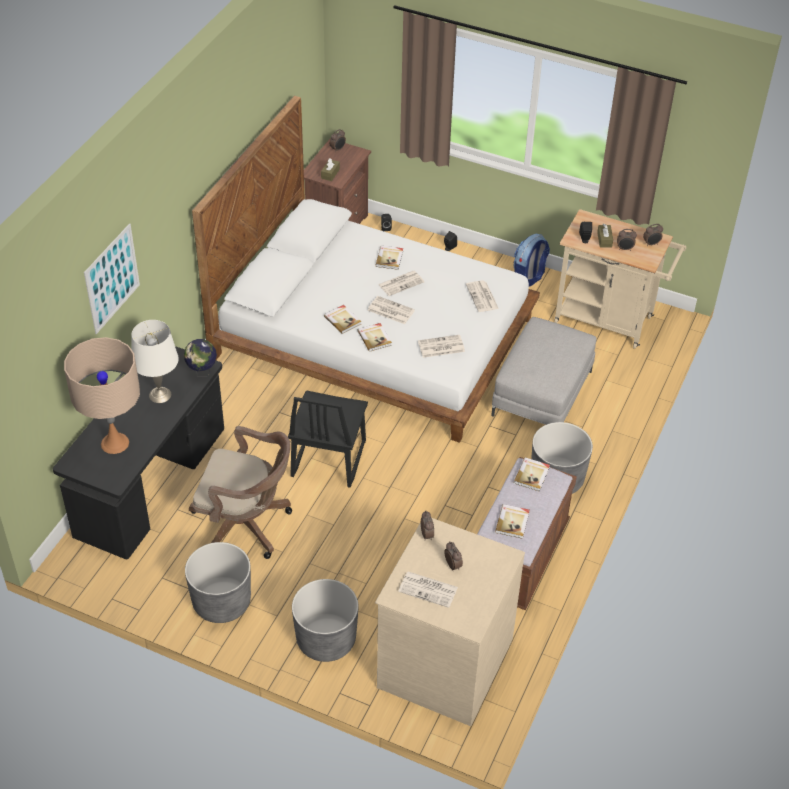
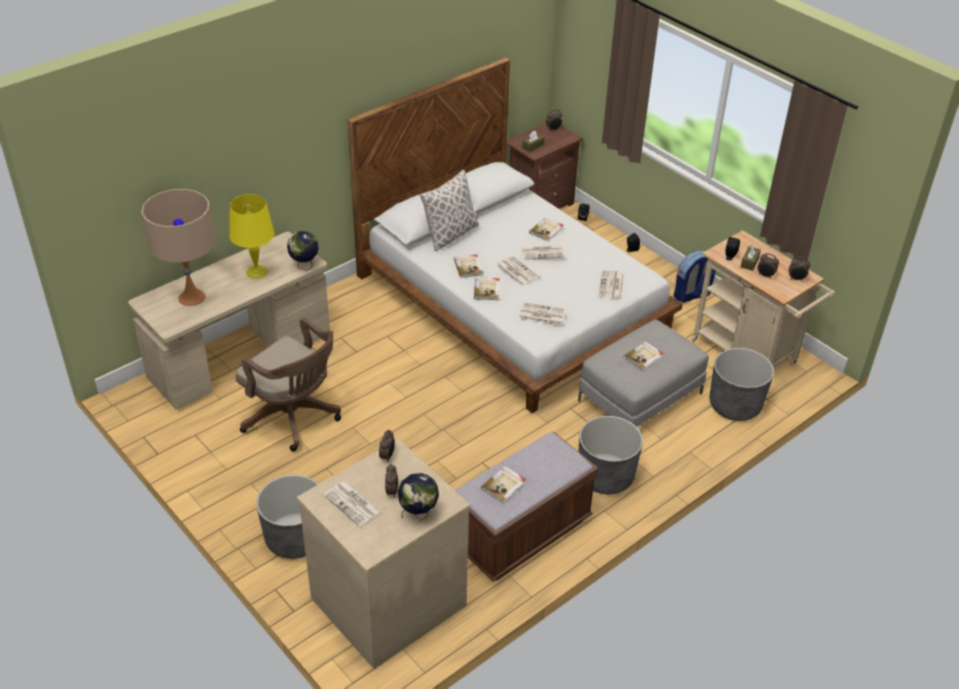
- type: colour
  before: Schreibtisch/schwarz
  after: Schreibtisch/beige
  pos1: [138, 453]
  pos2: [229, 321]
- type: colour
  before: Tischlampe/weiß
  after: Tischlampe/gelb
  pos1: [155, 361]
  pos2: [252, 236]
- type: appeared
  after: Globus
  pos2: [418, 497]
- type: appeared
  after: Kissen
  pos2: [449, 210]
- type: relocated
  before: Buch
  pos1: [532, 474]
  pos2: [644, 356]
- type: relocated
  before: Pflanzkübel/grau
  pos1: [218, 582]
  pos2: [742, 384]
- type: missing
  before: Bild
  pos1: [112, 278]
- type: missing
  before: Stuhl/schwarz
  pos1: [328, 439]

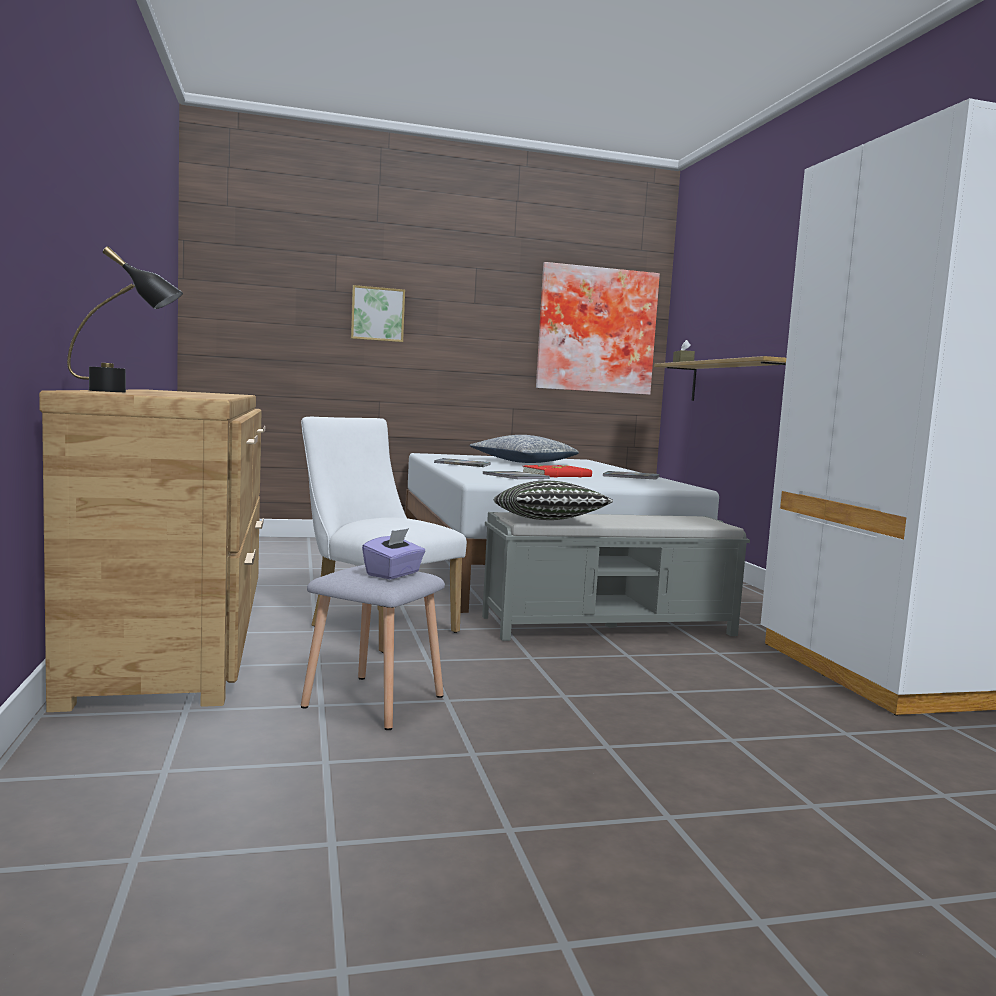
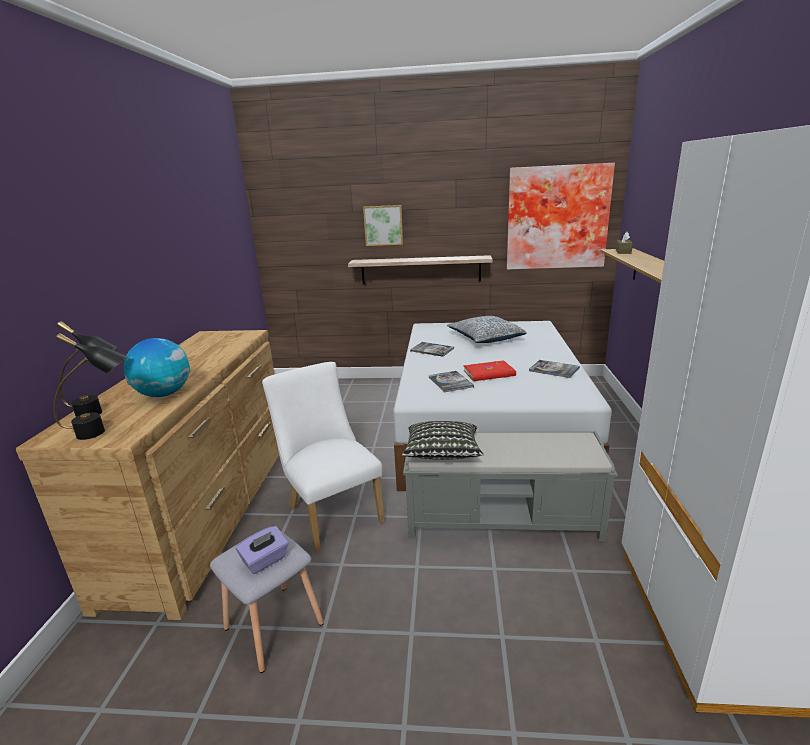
- type: appeared
  after: Tischlampe/schwarz
  pos2: [90, 386]
- type: appeared
  after: Globus
  pos2: [157, 367]
- type: appeared
  after: Wandregal
  pos2: [420, 270]

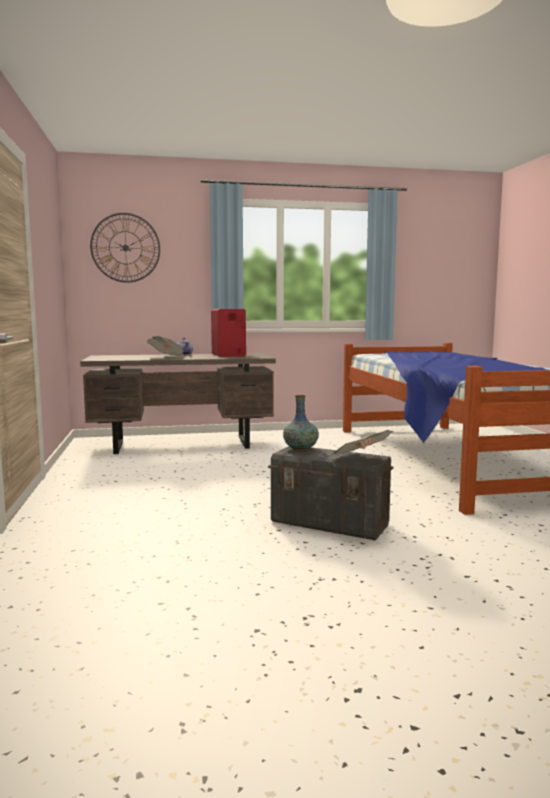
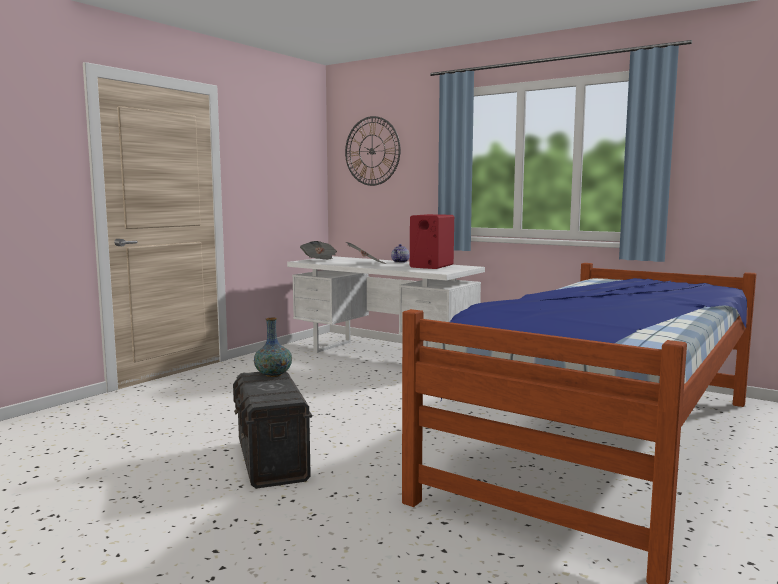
- type: colour
  before: Schreibtisch/braun
  after: Schreibtisch/weiß
  pos1: [178, 403]
  pos2: [386, 304]
- type: relocated
  before: Zeitung
  pos1: [362, 442]
  pos2: [318, 250]

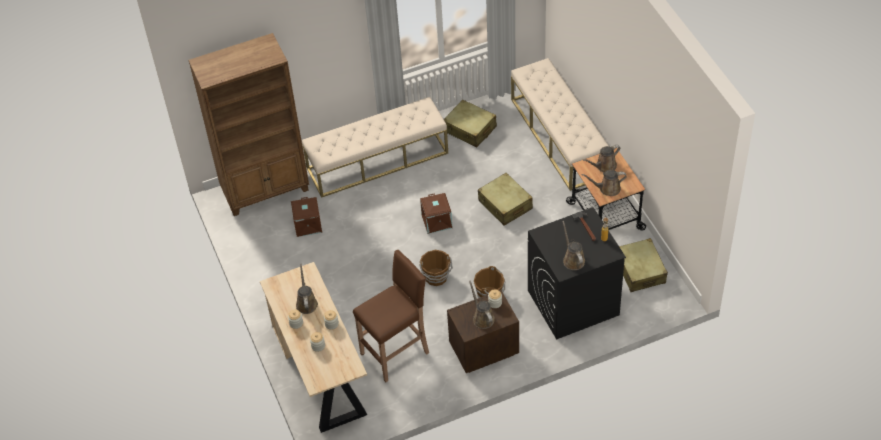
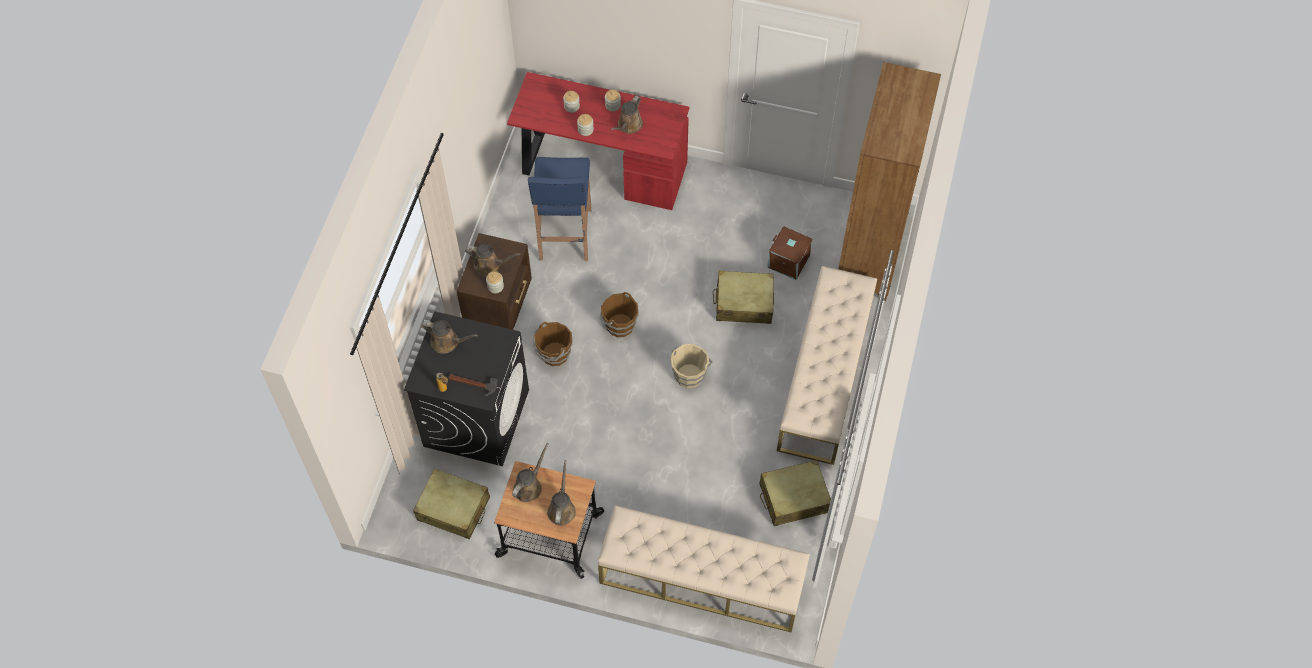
- type: colour
  before: Schreibtisch/beige
  after: Schreibtisch/rot
  pos1: [313, 347]
  pos2: [598, 141]
- type: colour
  before: Hocker/braun
  after: Hocker/blau
  pos1: [391, 316]
  pos2: [559, 209]
- type: spun
  before: Gießkanne/braun
  pos1: [307, 288]
  pos2: [627, 115]
  turn: 90
- type: exchanged
  before: Aufbewahrungsbox/braun
  after: Eimer/beige
  pos1: [436, 213]
  pos2: [691, 366]
- type: relocated
  before: Koffer/beige
  pos1: [505, 199]
  pos2: [743, 297]

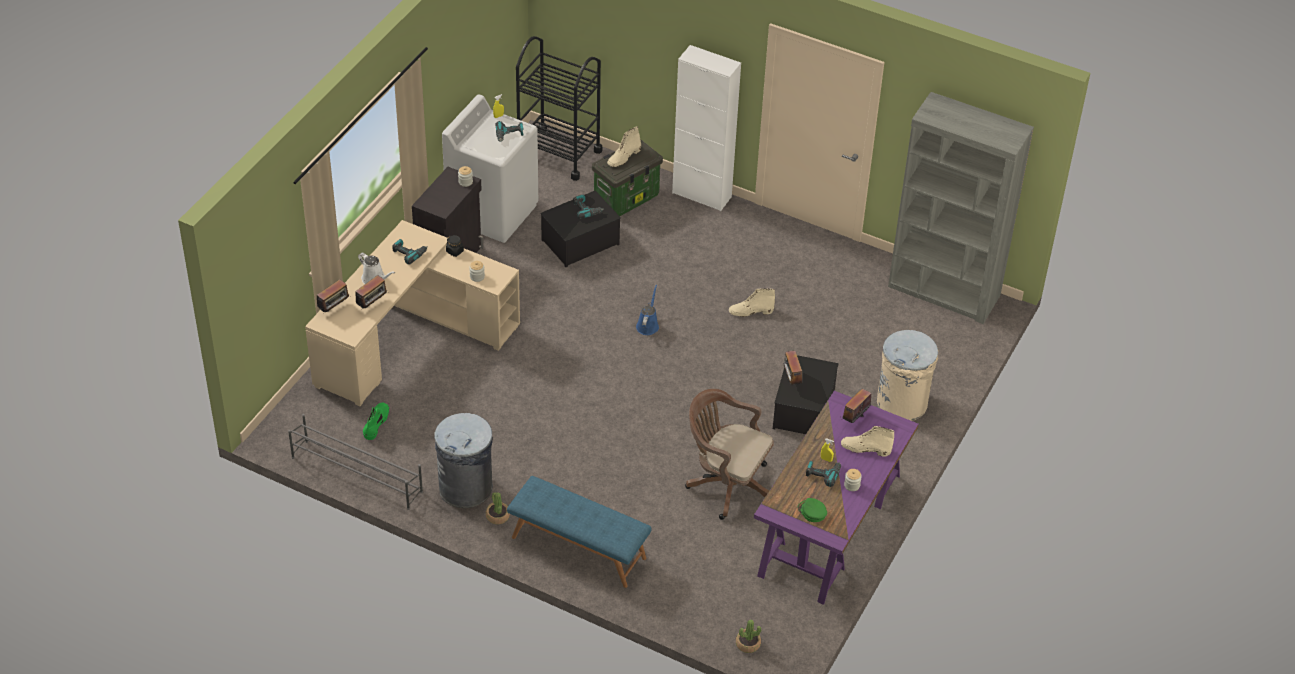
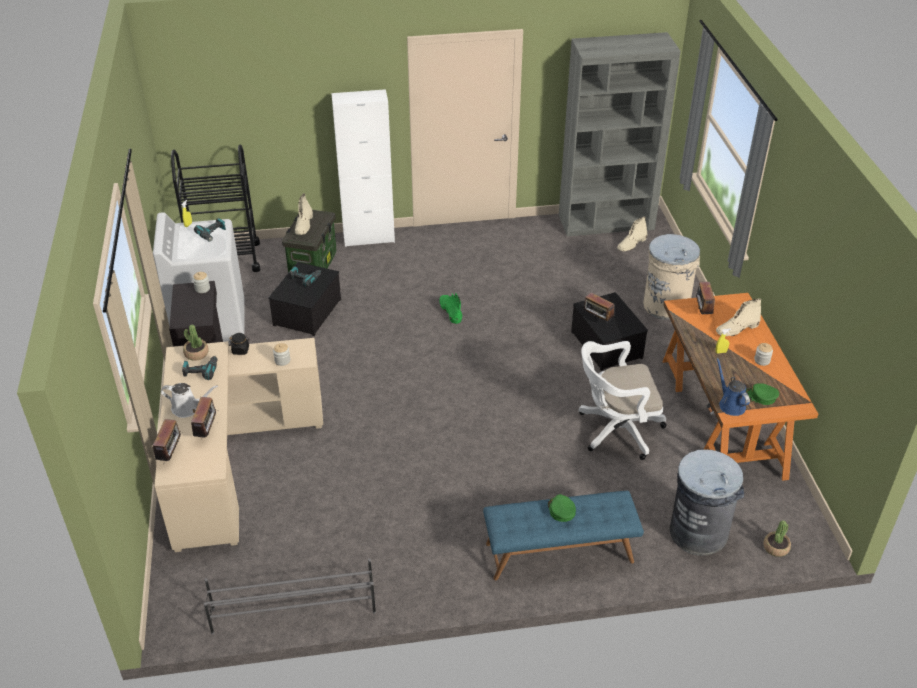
- type: relocated
  before: Topfpflanze
  pos1: [498, 508]
  pos2: [196, 343]
- type: relocated
  before: Stiefel/grün
  pos1: [376, 421]
  pos2: [450, 308]
- type: appeared
  after: Kappe/grün
  pos2: [562, 508]
- type: colour
  before: Bürostuhl/braun
  after: Bürostuhl/weiß
  pos1: [729, 454]
  pos2: [622, 400]
- type: relocated
  before: Stiefel/beige
  pos1: [752, 302]
  pos2: [632, 234]
- type: colour
  before: Schreibtisch/lila
  after: Schreibtisch/orange
  pos1: [836, 498]
  pos2: [740, 387]
- type: relocated
  before: Mülleimer/grau
  pos1: [463, 460]
  pos2: [707, 502]
- type: relocated
  before: Gießkanne/blau
  pos1: [647, 310]
  pos2: [733, 387]
- type: missing
  before: Bohrmaschine
  pos1: [823, 474]

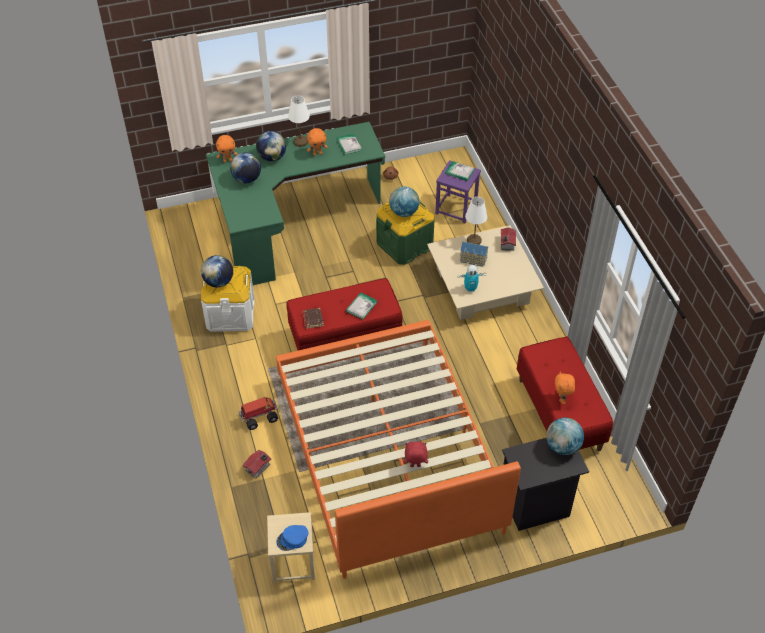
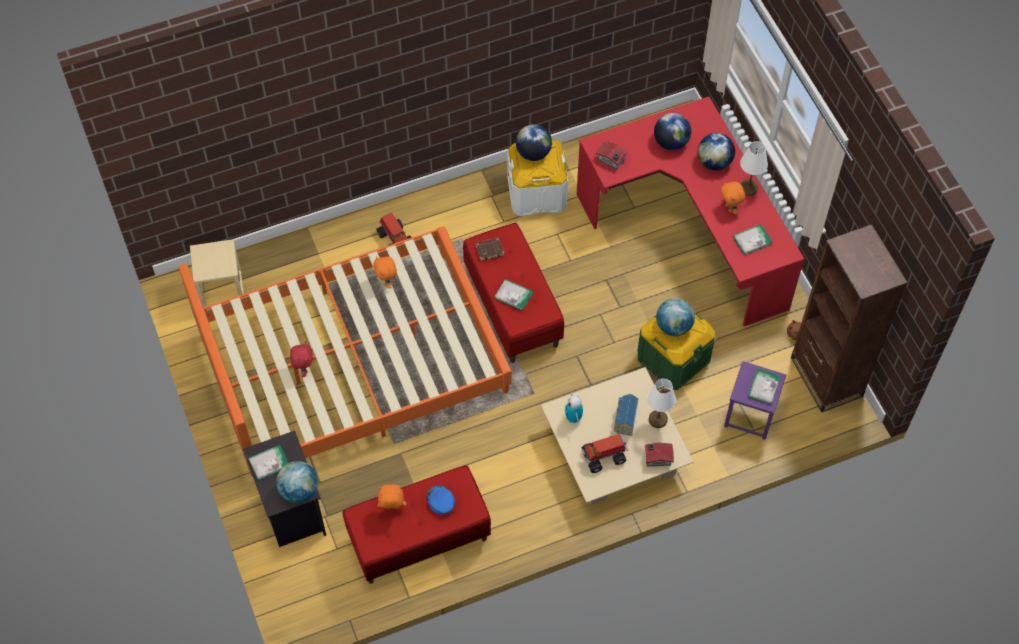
- type: appeared
  after: Buch
  pos2: [268, 462]
- type: relocated
  before: Plüschtier/orange
  pos1: [227, 148]
  pos2: [385, 272]
- type: relocated
  before: Kappe/blau
  pos1: [292, 538]
  pos2: [440, 500]
- type: colour
  before: Schreibtisch/grün
  after: Schreibtisch/rot
  pos1: [295, 203]
  pos2: [690, 211]
- type: appeared
  after: Spielzeuglaster
  pos2: [604, 453]
- type: relocated
  before: Spielzeughaus
  pos1: [256, 464]
  pos2: [612, 155]
- type: appeared
  after: Bücherregal/braun
  pos2: [849, 318]

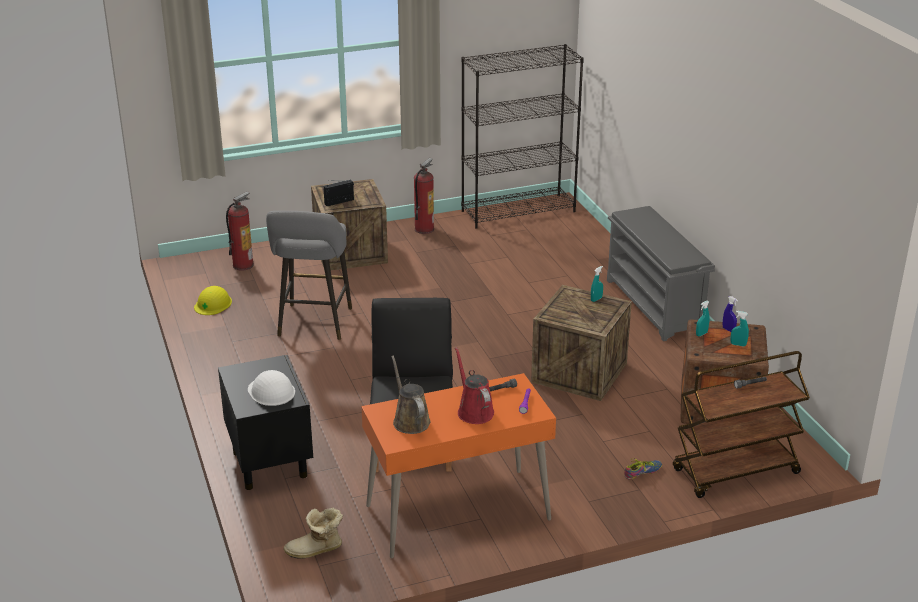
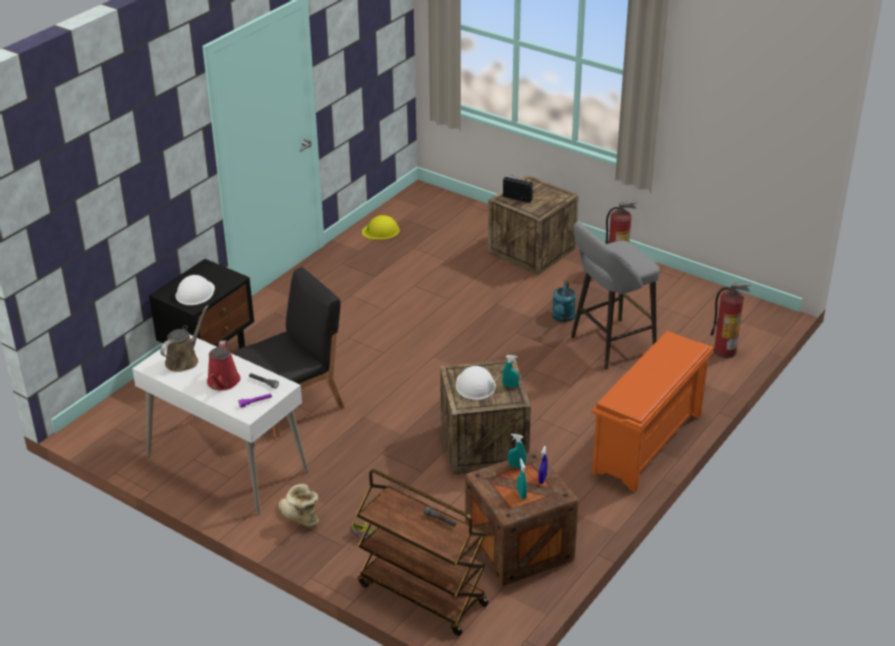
- type: colour
  before: Schreibtisch/orange
  after: Schreibtisch/weiß
  pos1: [458, 465]
  pos2: [220, 424]
- type: spun
  before: Gießkanne/rot
  pos1: [474, 385]
  pos2: [223, 366]
  turn: 150
- type: relocated
  before: Stiefel
  pos1: [313, 533]
  pos2: [298, 506]
- type: appeared
  after: Schutzhelm/weiß
  pos2: [476, 383]
- type: appeared
  after: Gießkanne/türkis
  pos2: [564, 301]
- type: relocated
  before: Hocker/grau
  pos1: [309, 275]
  pos2: [615, 295]
- type: colour
  before: Schuhregal/grau
  after: Schuhregal/orange
  pos1: [661, 273]
  pos2: [652, 411]
- type: relocated
  before: Feuerlöscher
  pos1: [240, 231]
  pos2: [730, 320]
- type: missing
  before: Bücherregal/schwarz
  pos1: [522, 136]

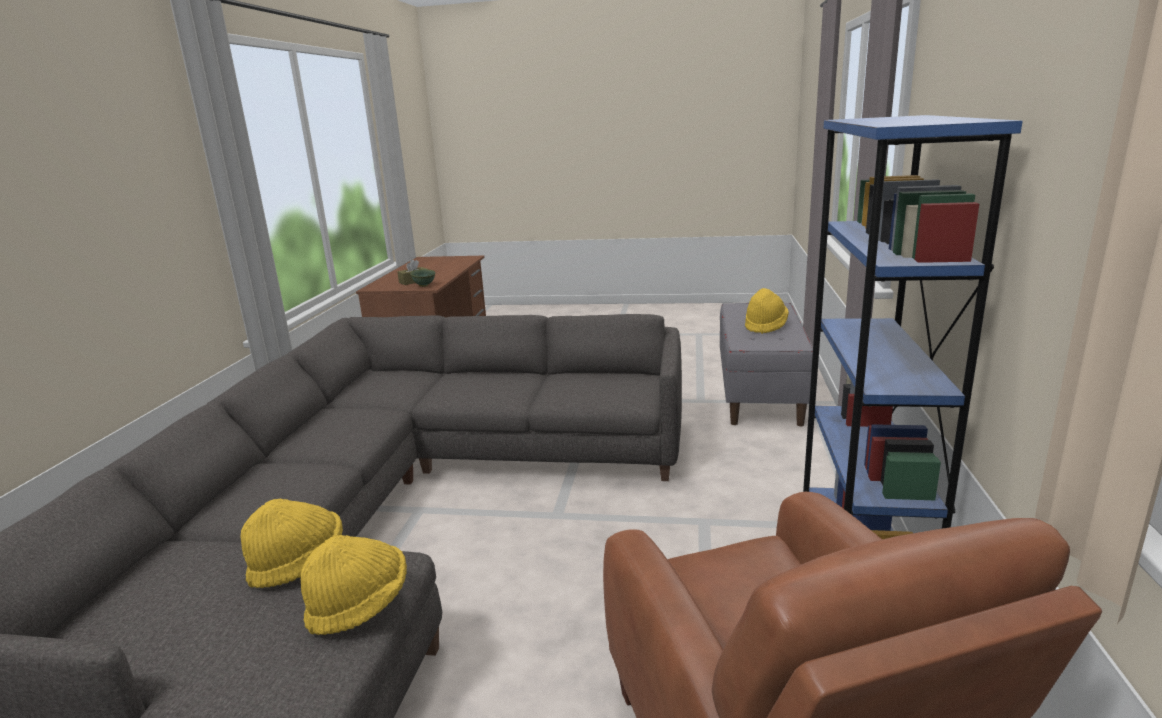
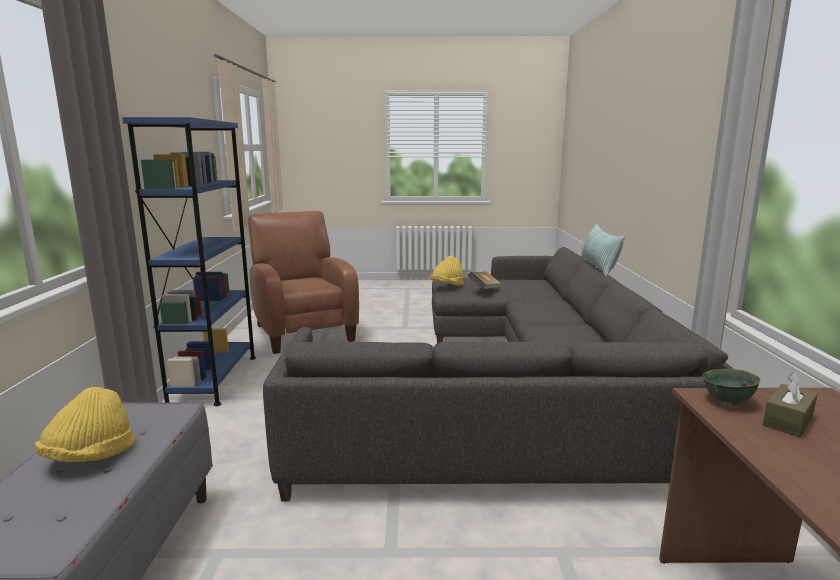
- type: exchanged
  before: Hut/gelb
  after: Buch
  pos1: [291, 543]
  pos2: [484, 280]
- type: appeared
  after: Kissen
  pos2: [603, 250]

